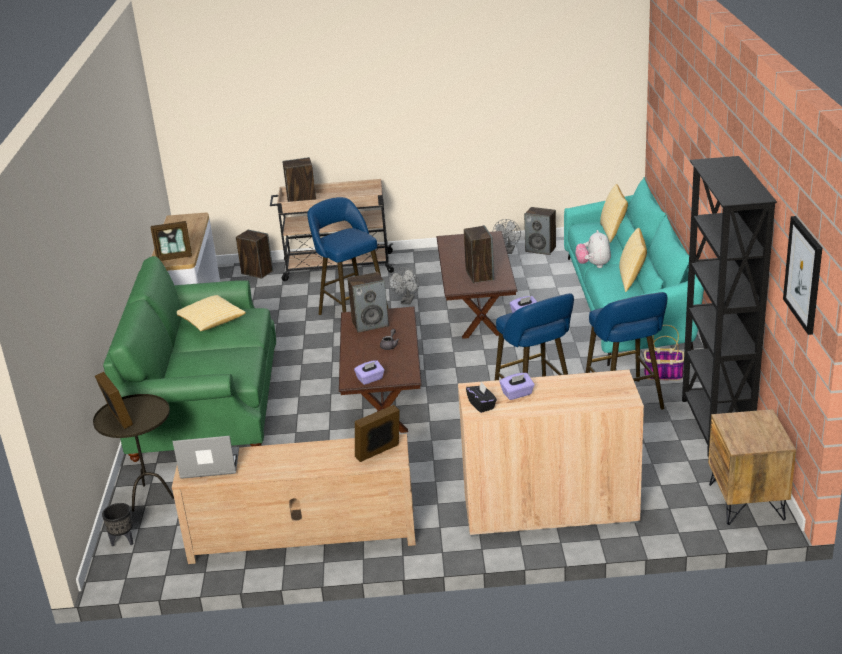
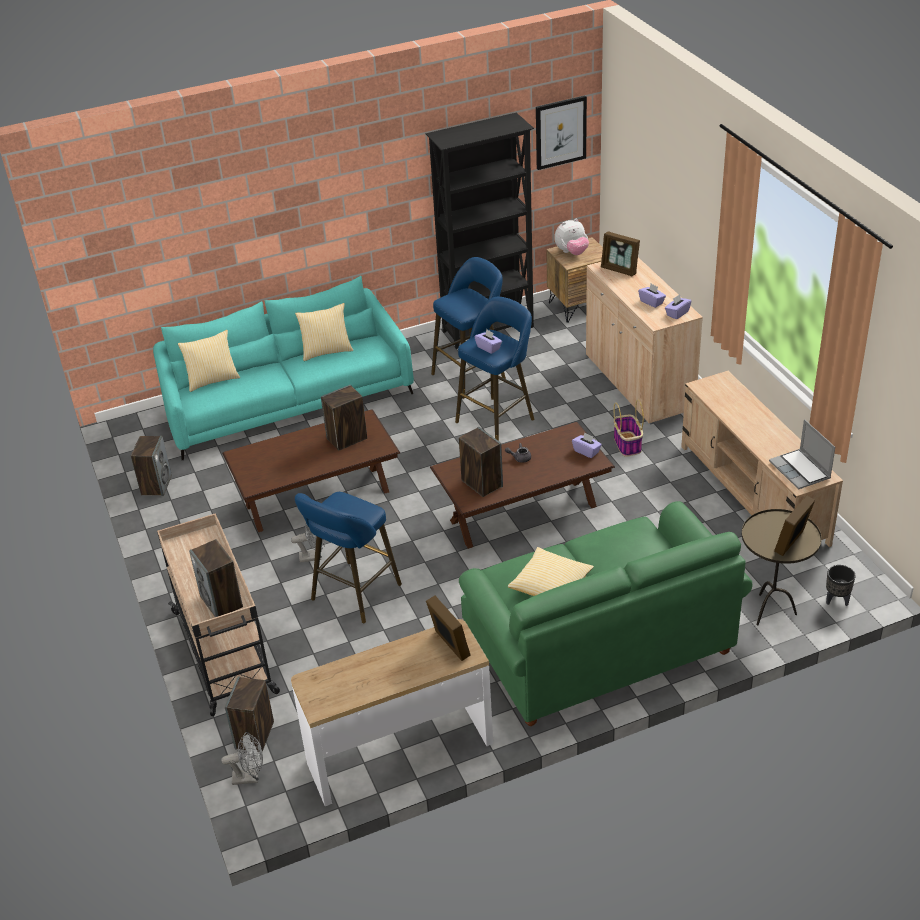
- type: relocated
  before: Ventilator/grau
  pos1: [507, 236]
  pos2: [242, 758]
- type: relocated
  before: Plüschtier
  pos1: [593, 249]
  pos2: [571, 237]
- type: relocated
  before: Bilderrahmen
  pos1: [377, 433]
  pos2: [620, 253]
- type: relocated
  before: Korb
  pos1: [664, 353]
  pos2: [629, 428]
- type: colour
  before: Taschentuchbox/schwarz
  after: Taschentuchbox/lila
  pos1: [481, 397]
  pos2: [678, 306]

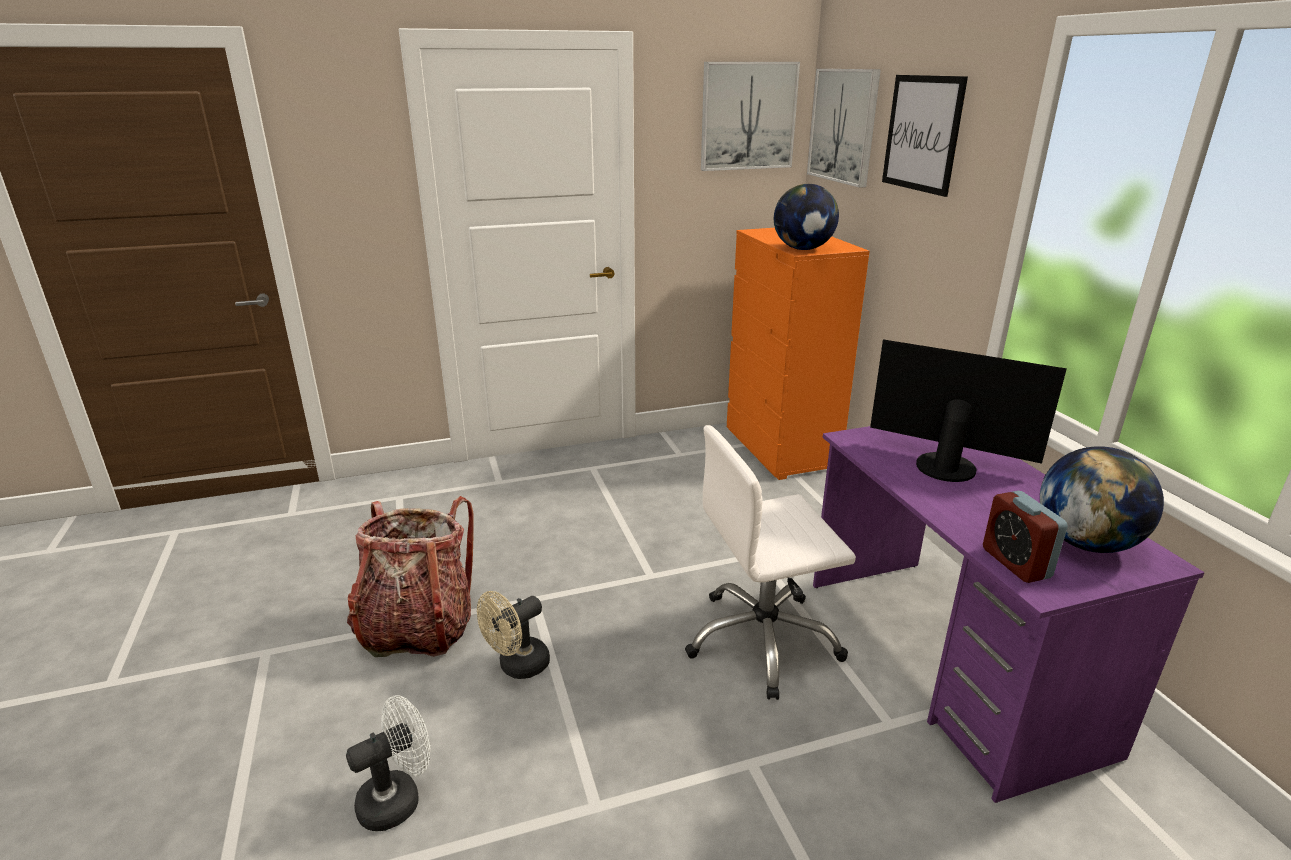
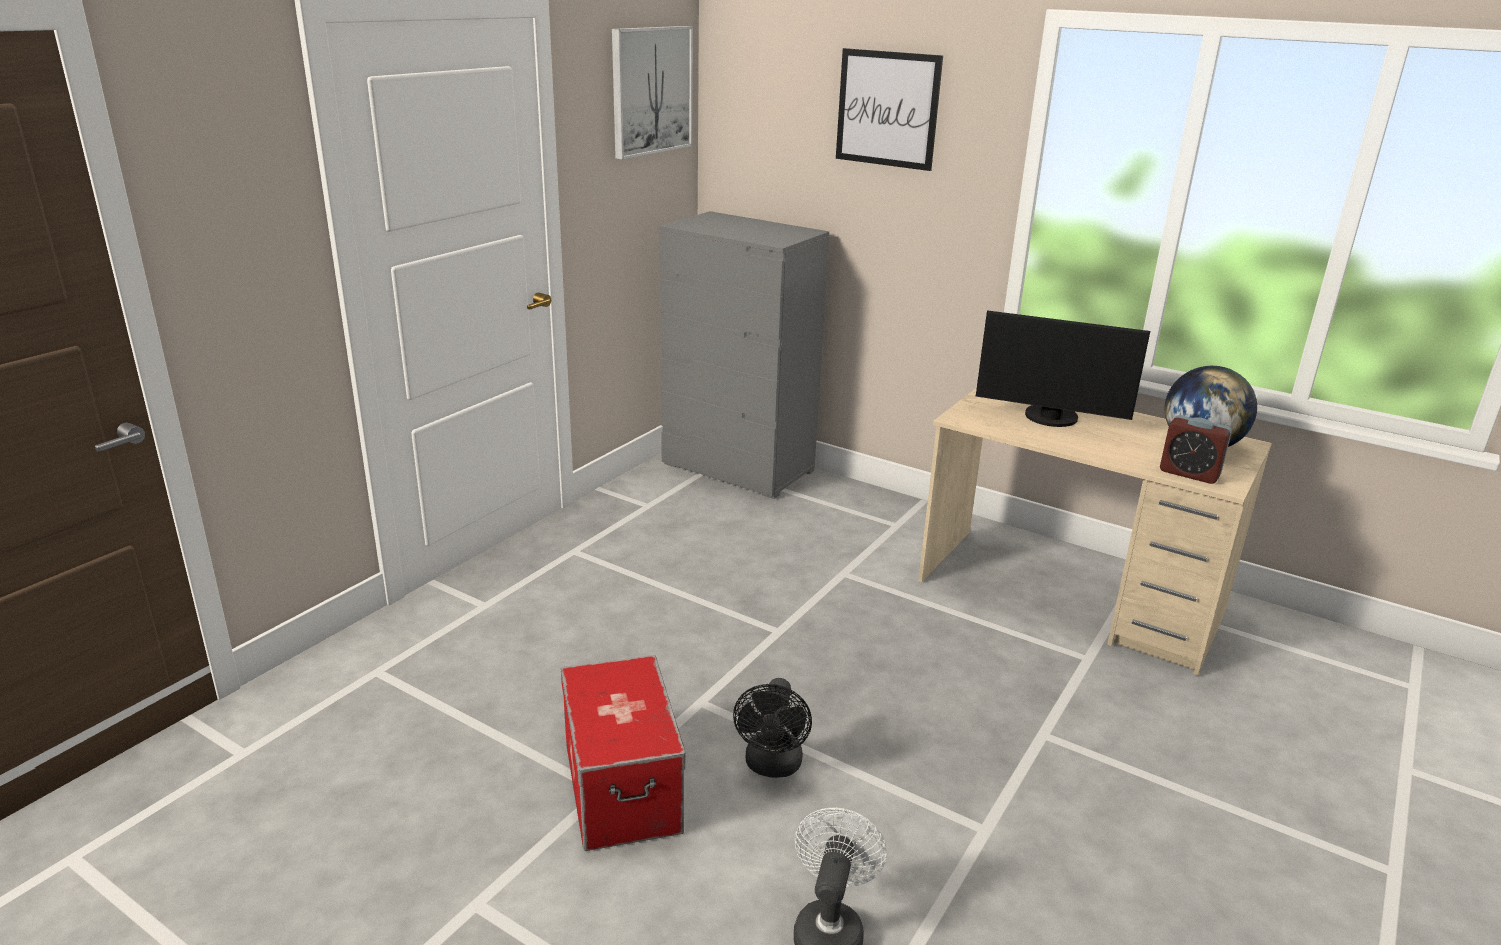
- type: exchanged
  before: Rucksack
  after: Aufbewahrungsbox
  pos1: [410, 576]
  pos2: [623, 753]
- type: colour
  before: Kommode/orange
  after: Kommode/grau
  pos1: [798, 354]
  pos2: [744, 355]
- type: colour
  before: Ventilator/beige
  after: Ventilator/schwarz
  pos1: [513, 635]
  pos2: [772, 728]
- type: colour
  before: Schreibtisch/lila
  after: Schreibtisch/beige
  pos1: [1009, 614]
  pos2: [1095, 531]
- type: spun
  before: Monitor
  pos1: [968, 410]
  pos2: [1063, 368]
  turn: -150
- type: missing
  before: Bürostuhl/weiß
  pos1: [770, 562]
- type: missing
  before: Globus
  pos1: [806, 217]
- type: missing
  before: Bild
  pos1: [844, 128]

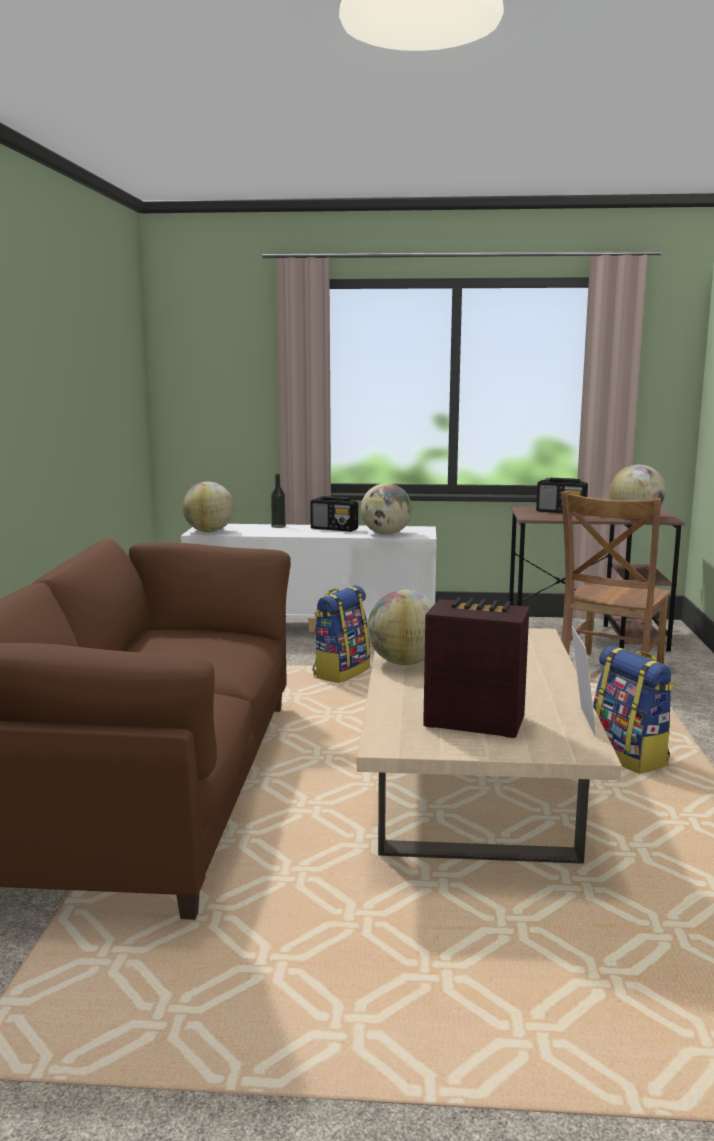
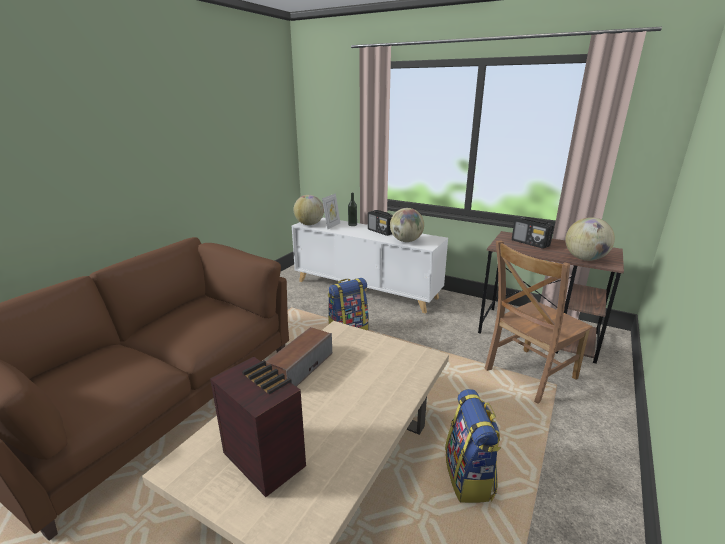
- type: exchanged
  before: Globus
  after: Lautsprecher
  pos1: [401, 627]
  pos2: [299, 357]
- type: relocated
  before: Bilderrahmen
  pos1: [584, 681]
  pos2: [331, 211]

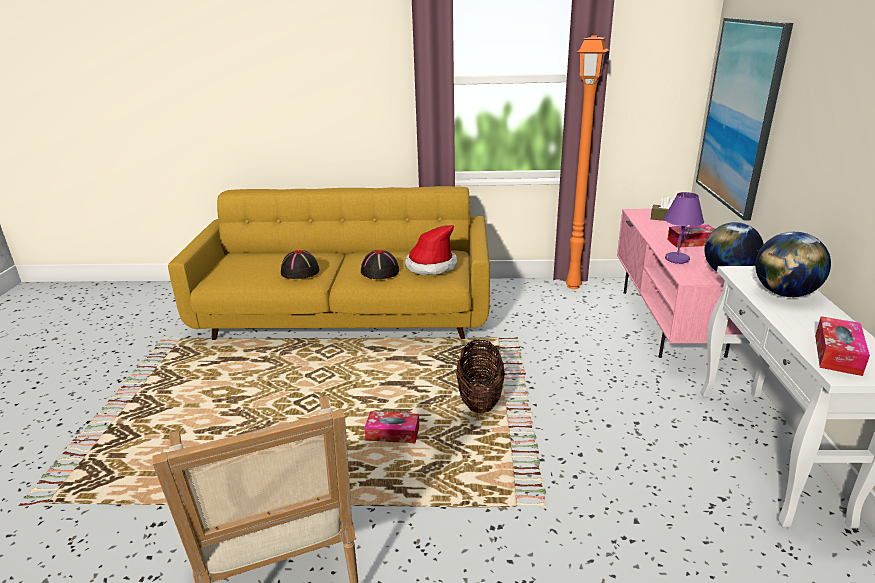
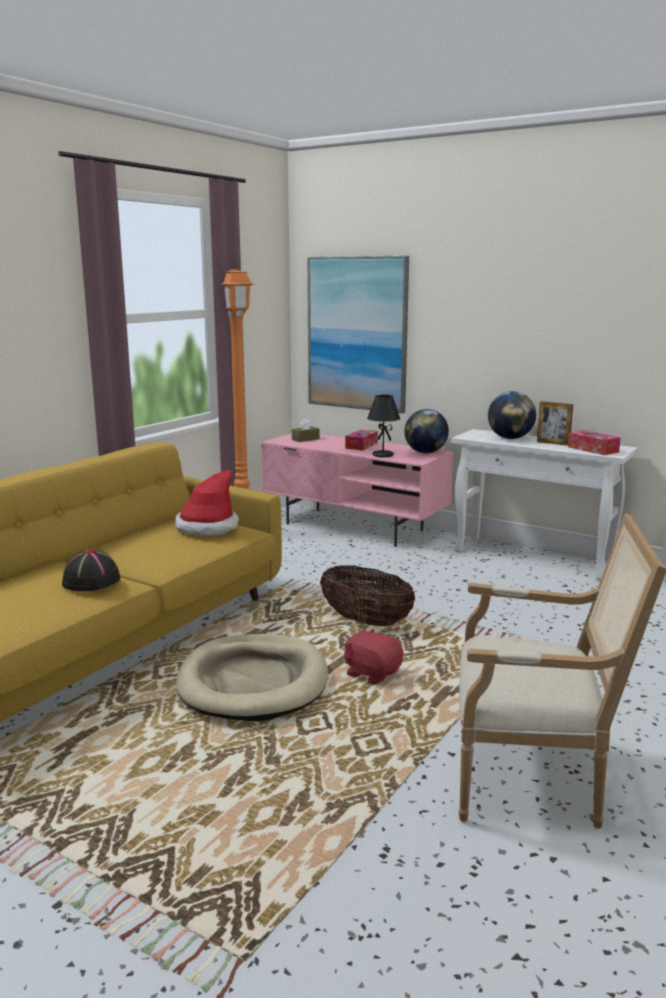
- type: appeared
  after: Hundebett/beige
  pos2: [252, 677]
- type: exchanged
  before: Taschentuchbox
  after: Plüschtier/rot
  pos1: [392, 427]
  pos2: [373, 657]
- type: colour
  before: Tischlampe/lila
  after: Tischlampe/schwarz
  pos1: [684, 228]
  pos2: [383, 426]
- type: appeared
  after: Bilderrahmen
  pos2: [555, 423]
- type: missing
  before: Hut/schwarz
  pos1: [380, 264]

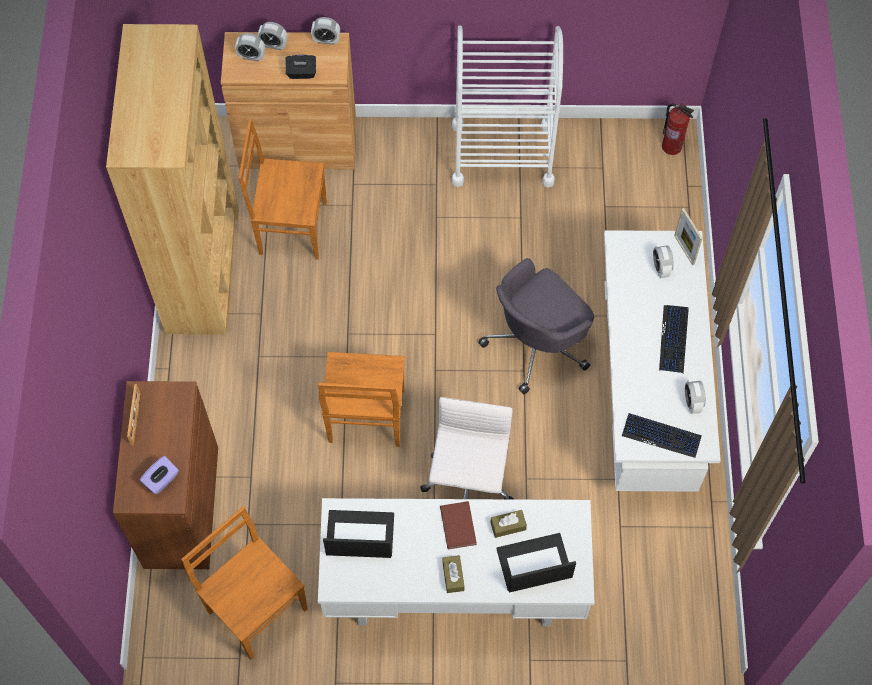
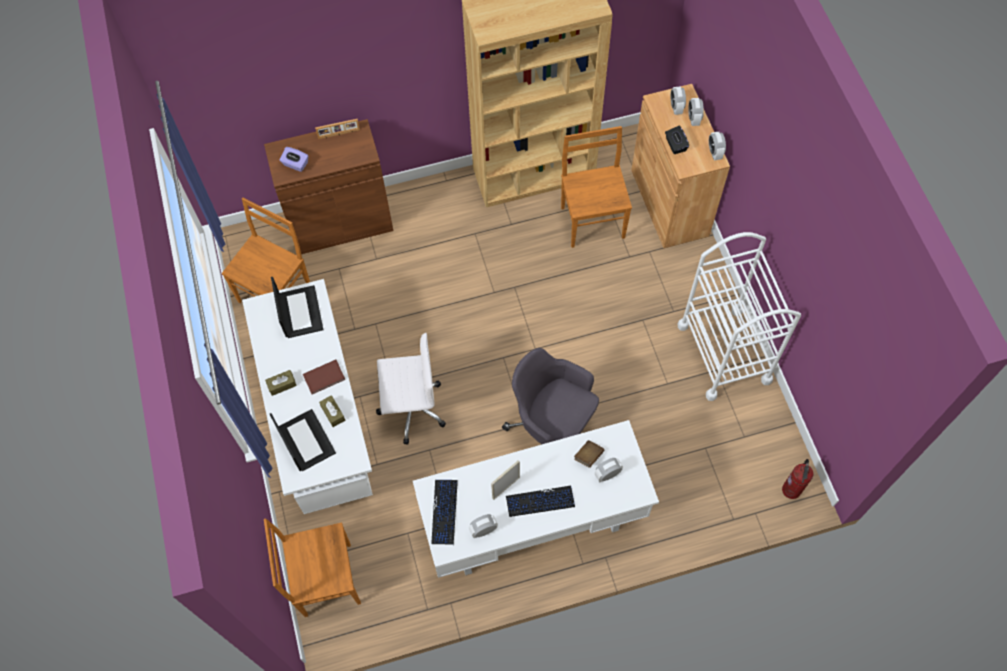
- type: relocated
  before: Stuhl/braun
  pos1: [361, 399]
  pos2: [312, 567]
- type: relocated
  before: Bilderrahmen
  pos1: [688, 236]
  pos2: [505, 480]
- type: appeared
  after: Buch/braun
  pos2: [589, 454]

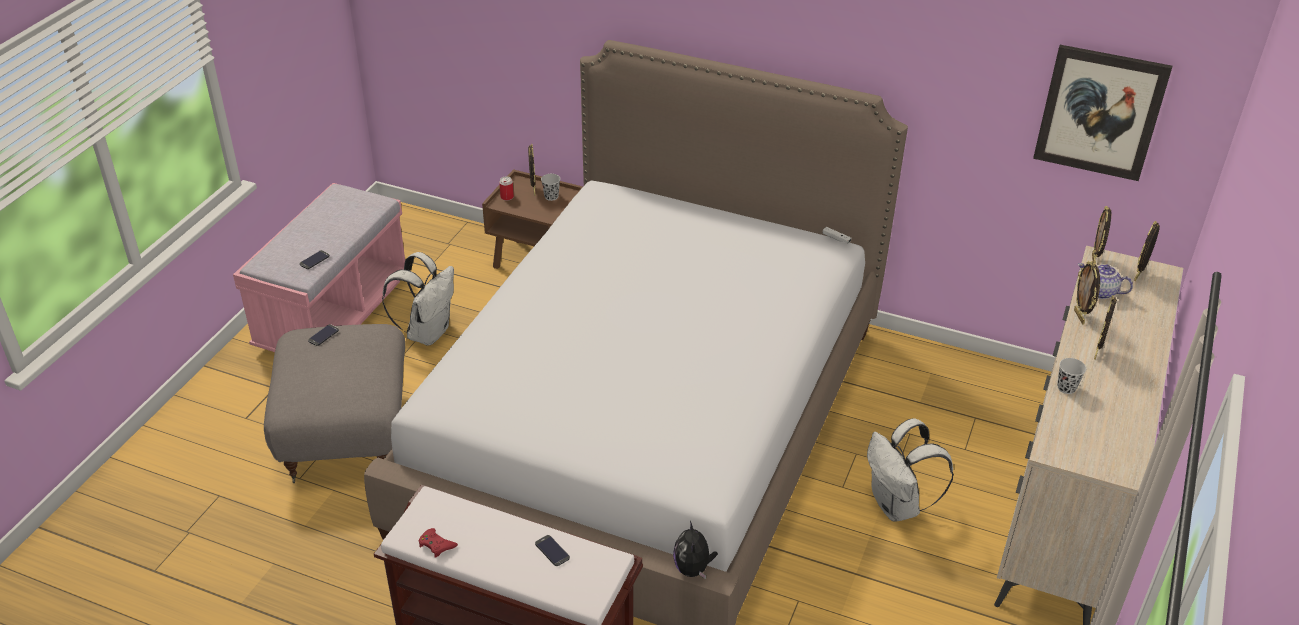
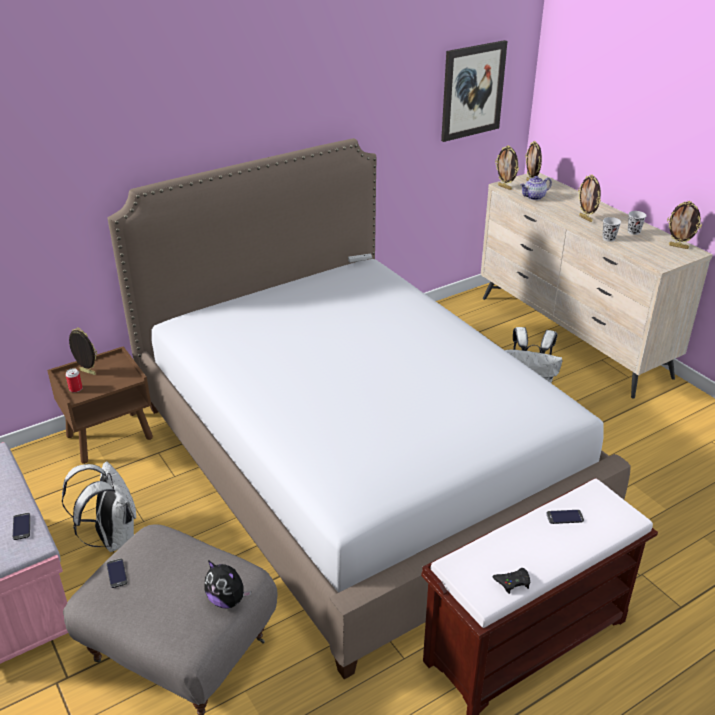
- type: relocated
  before: Plüschtier
  pos1: [695, 550]
  pos2: [227, 584]
- type: colour
  before: Gamepad/rot
  after: Gamepad/schwarz
  pos1: [438, 543]
  pos2: [511, 581]
- type: relocated
  before: Tasse/schwarz
  pos1: [550, 187]
  pos2: [637, 223]
- type: relocated
  before: Bilderrahmen
  pos1: [1087, 293]
  pos2: [684, 225]

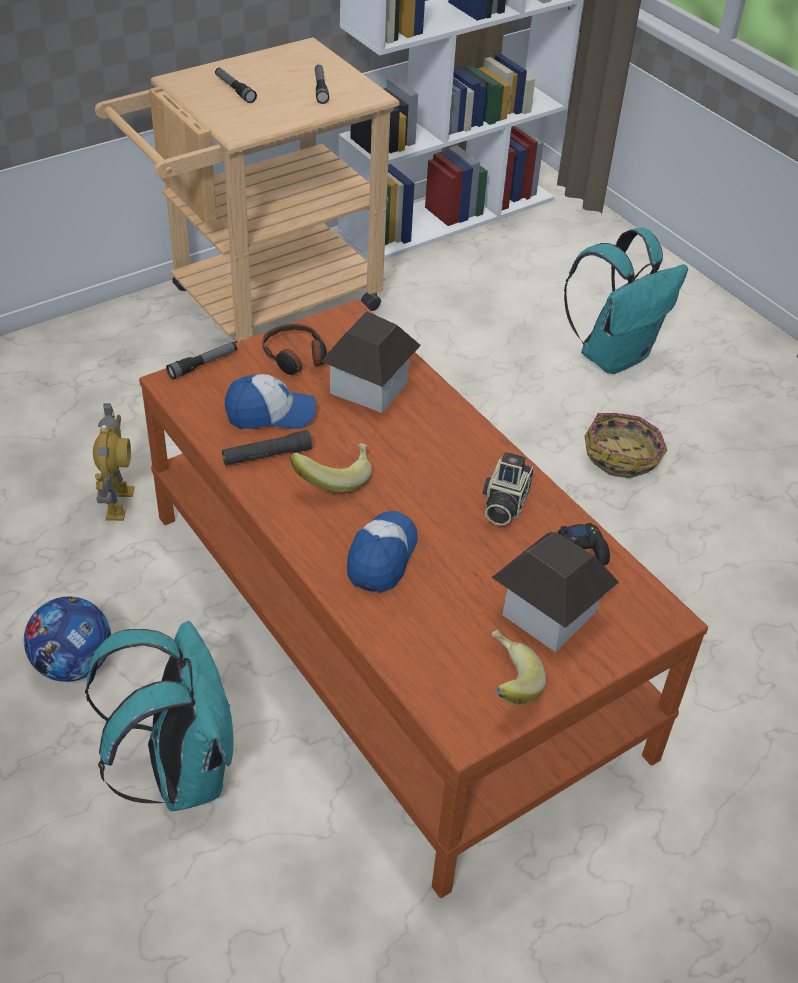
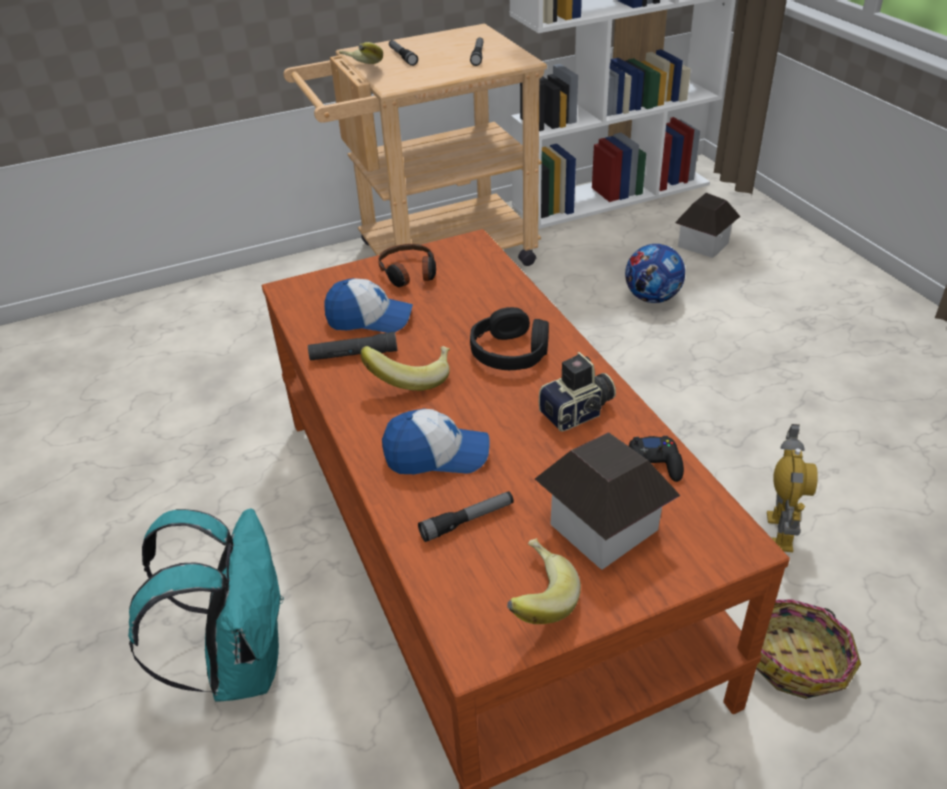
- type: appeared
  after: Banane
  pos2: [361, 53]
- type: spun
  before: Kappe
  pos1: [382, 552]
  pos2: [436, 441]
  turn: 60
- type: relocated
  before: Taschenlampe
  pos1: [201, 360]
  pos2: [466, 516]
- type: appeared
  after: Kopfhörer/schwarz
  pos2: [509, 338]
- type: spun
  before: Kamera
  pos1: [508, 489]
  pos2: [577, 392]
  turn: -150
- type: relocated
  before: Fußball
  pos1: [67, 639]
  pos2: [655, 273]
- type: relocated
  before: Spielzeughaus
  pos1: [371, 362]
  pos2: [708, 225]
- type: relocated
  before: Korb
  pos1: [625, 445]
  pos2: [808, 649]
- type: relocated
  before: Spielzeugroboter
  pos1: [113, 462]
  pos2: [792, 488]
- type: missing
  before: Rucksack/türkis
  pos1: [626, 301]

